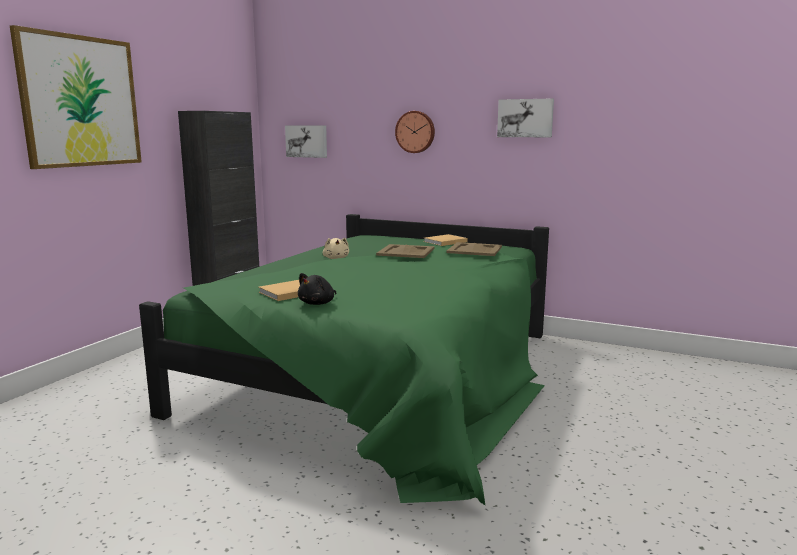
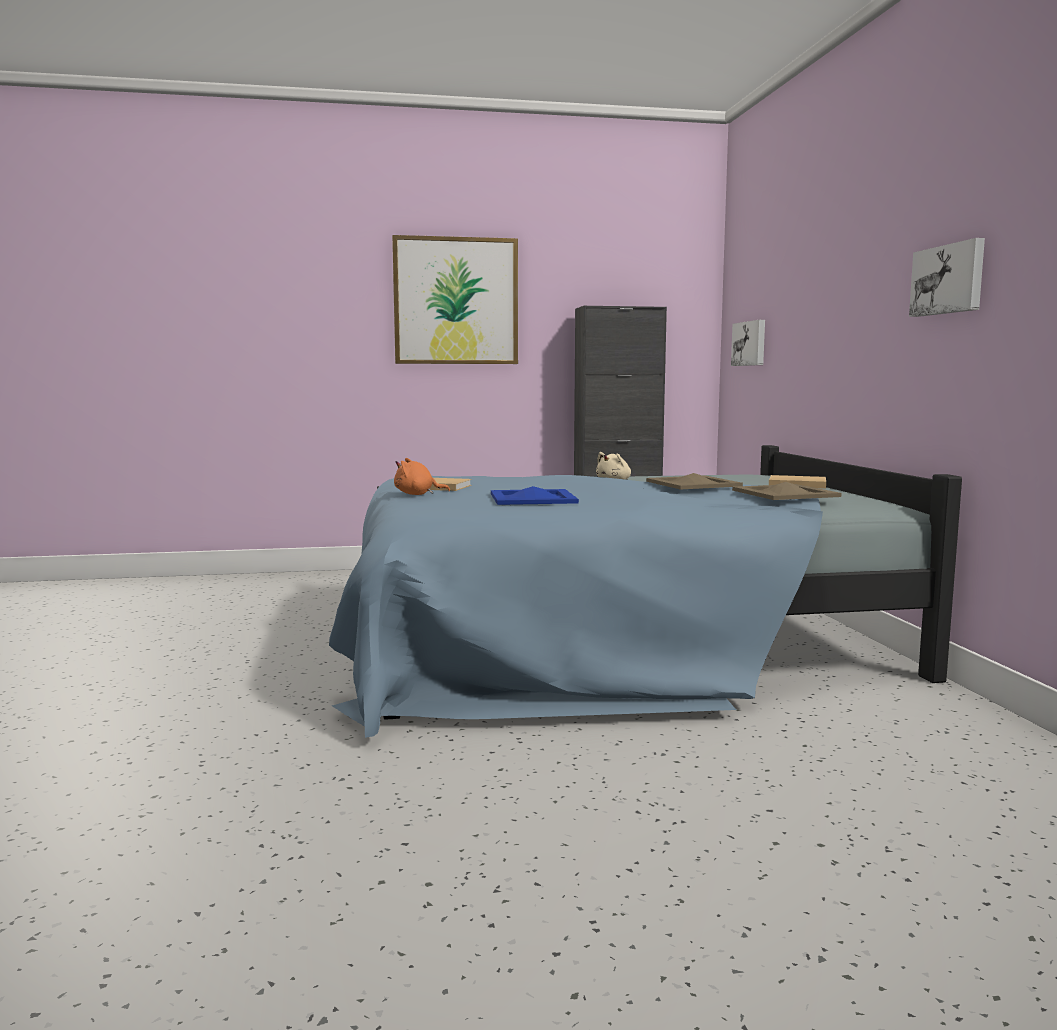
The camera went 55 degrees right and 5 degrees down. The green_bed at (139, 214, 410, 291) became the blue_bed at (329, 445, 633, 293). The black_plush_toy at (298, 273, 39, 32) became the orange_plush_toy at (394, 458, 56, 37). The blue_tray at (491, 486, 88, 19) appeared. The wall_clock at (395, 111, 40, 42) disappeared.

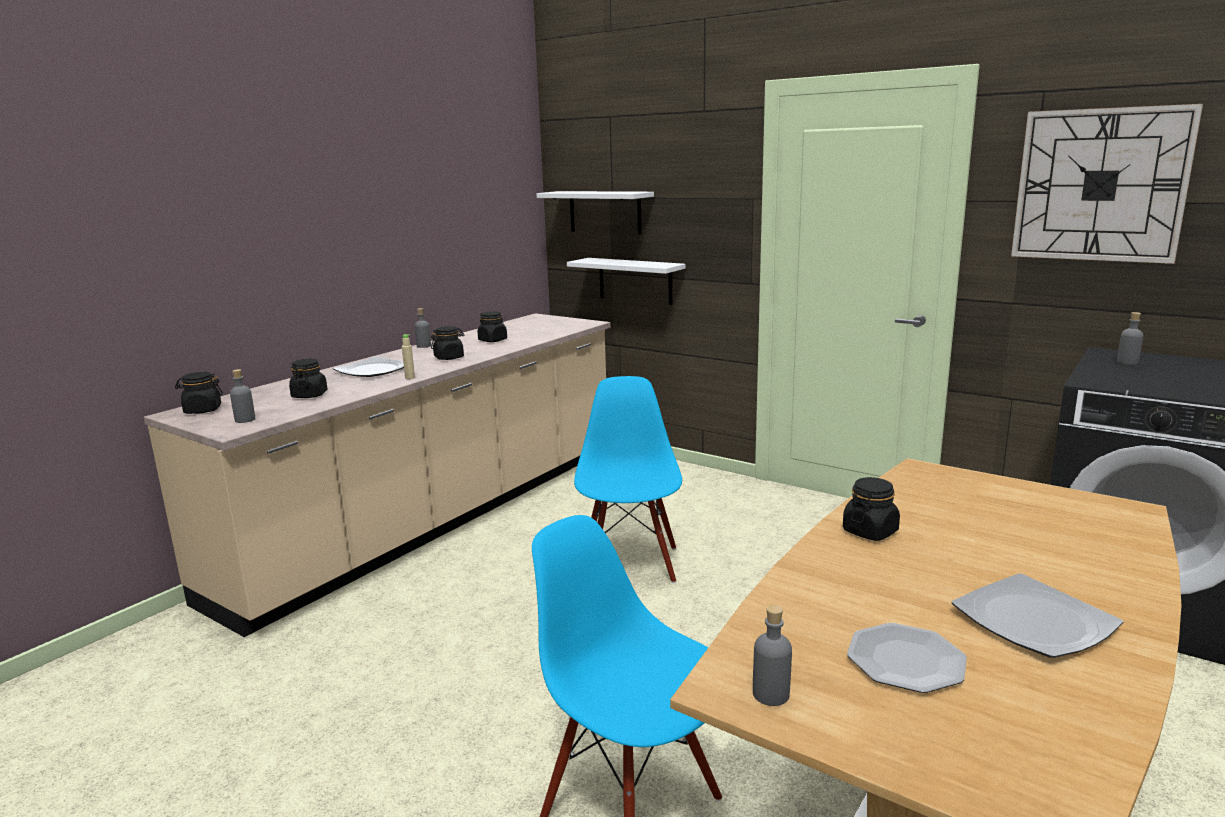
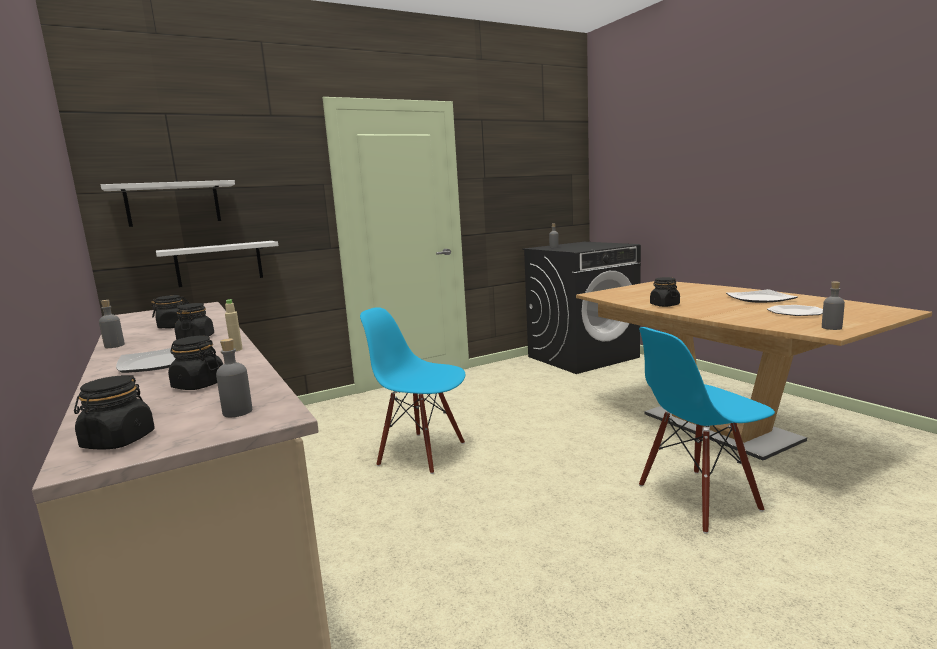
The camera went 65 degrees left and 5 degrees down. The wall_clock at (1011, 104, 192, 160) disappeared.

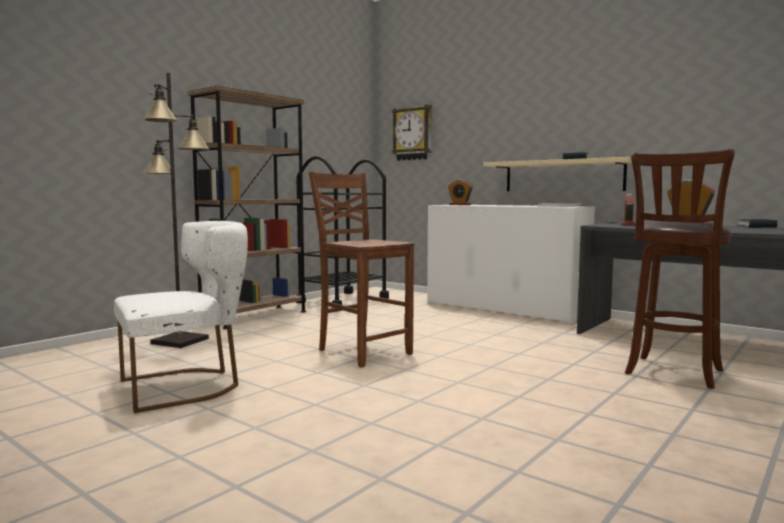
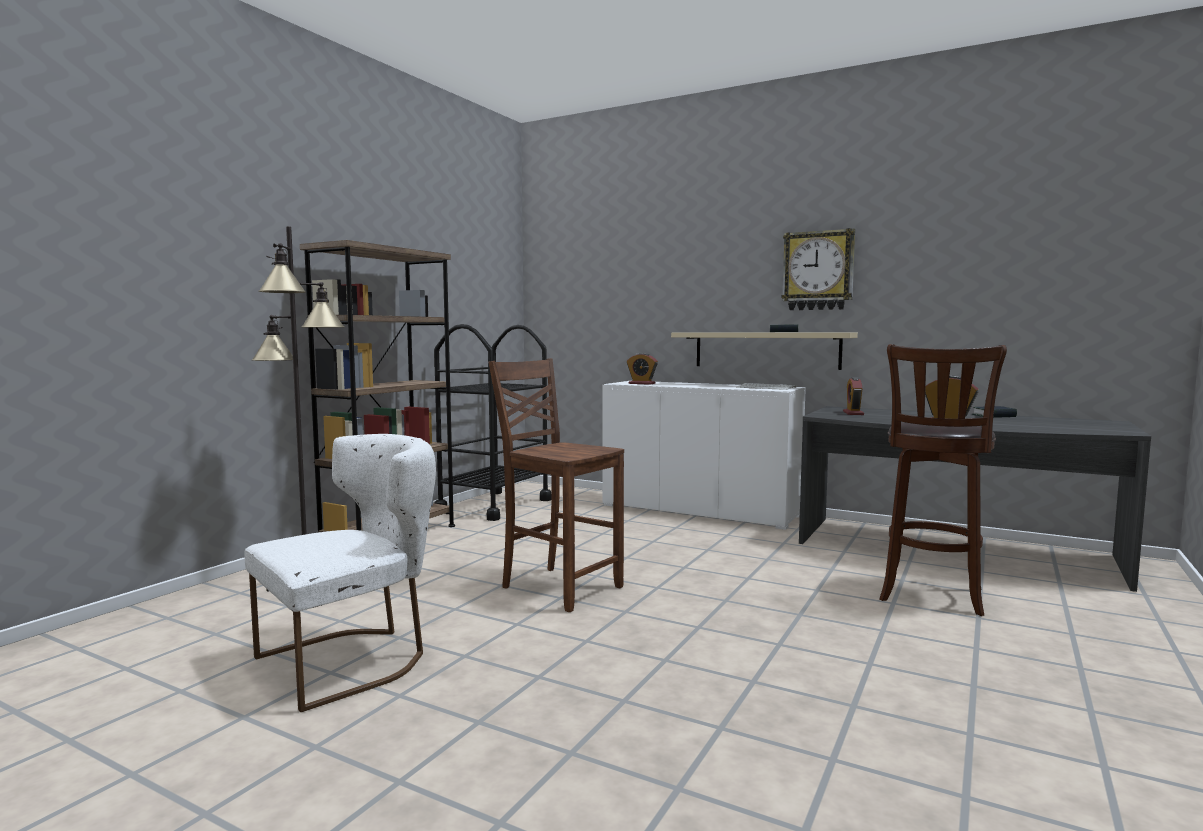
The camera went 10 degrees left and 0 degrees up. The wall_clock moved from (392, 105, 40, 56) to (782, 228, 73, 82).

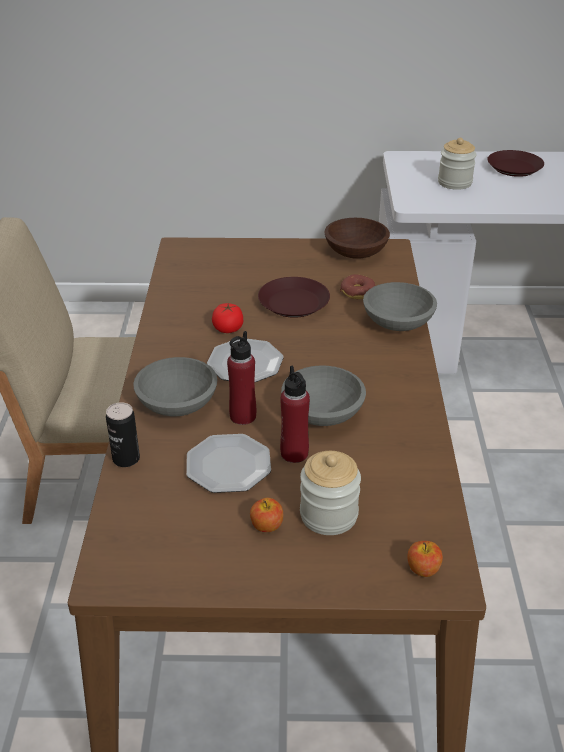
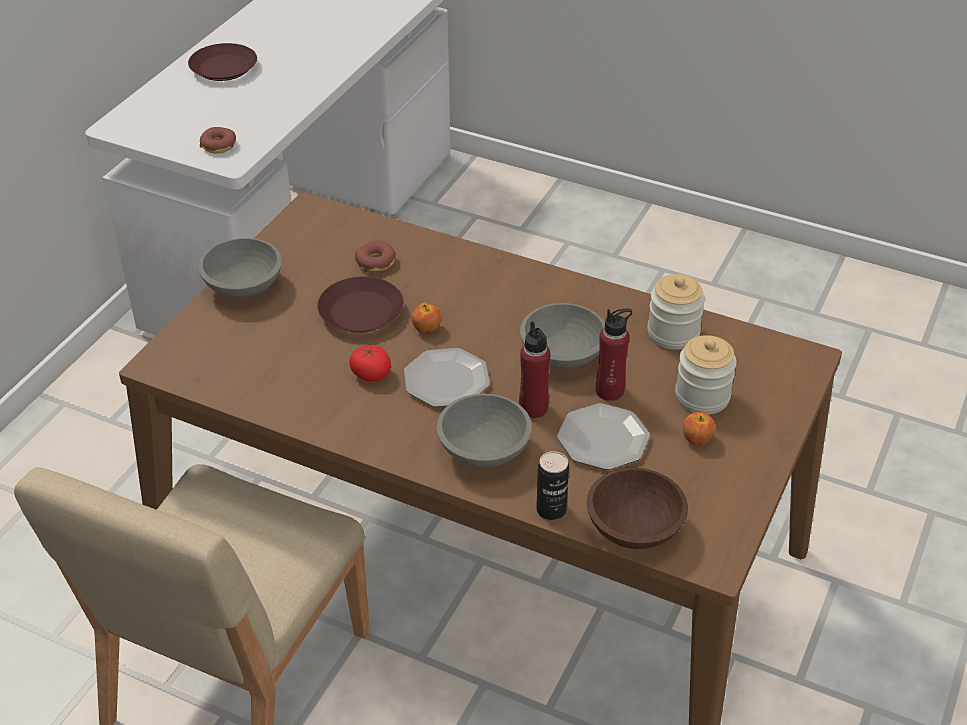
The camera went 65 degrees left and 5 degrees up. The grey_bowl moved from (363, 282, 74, 49) to (198, 238, 84, 60). The donut at (200, 127, 36, 26) appeared. The apple moved from (408, 541, 35, 36) to (411, 303, 30, 30). The brown_bowl moved from (324, 218, 66, 41) to (587, 468, 101, 81). The jar moved from (438, 138, 39, 52) to (647, 274, 58, 76).

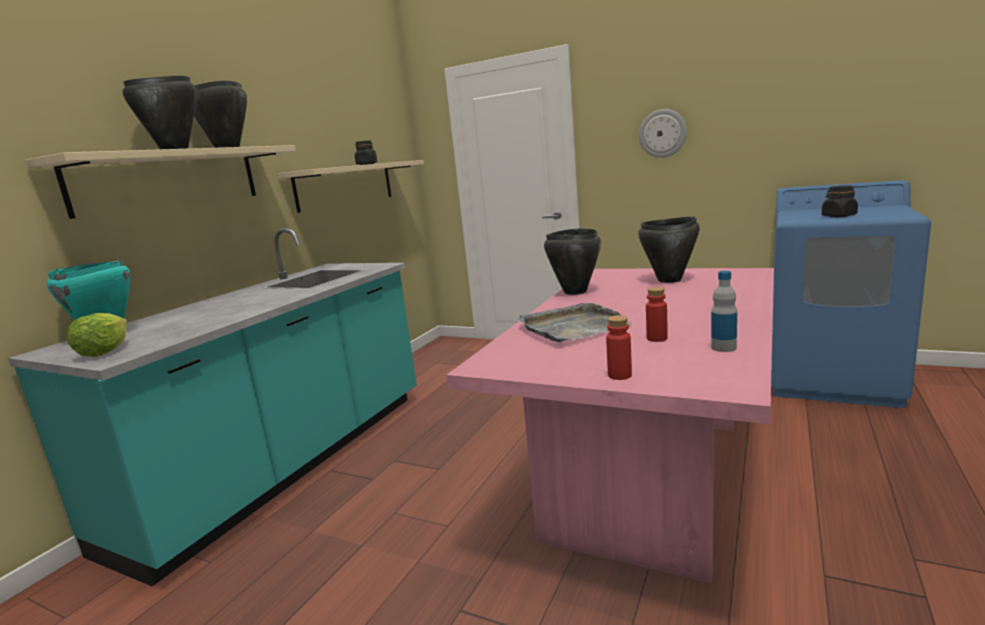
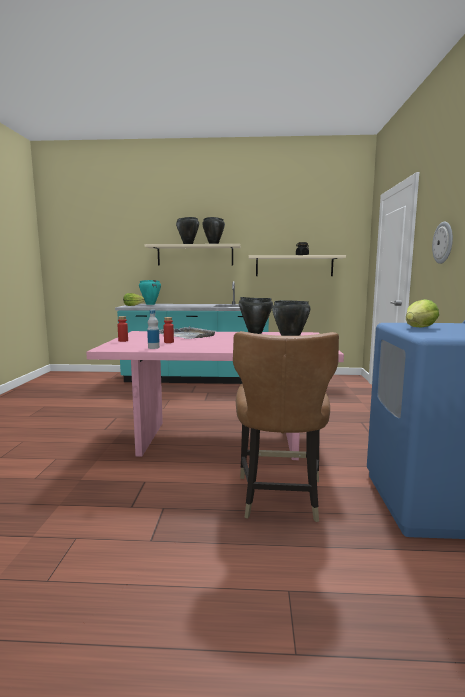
The camera went 65 degrees right and 5 degrees down. The brown_chair at (233, 331, 106, 191) appeared. The black_jar at (822, 186, 36, 31) was replaced by the lettuce at (406, 299, 33, 29).

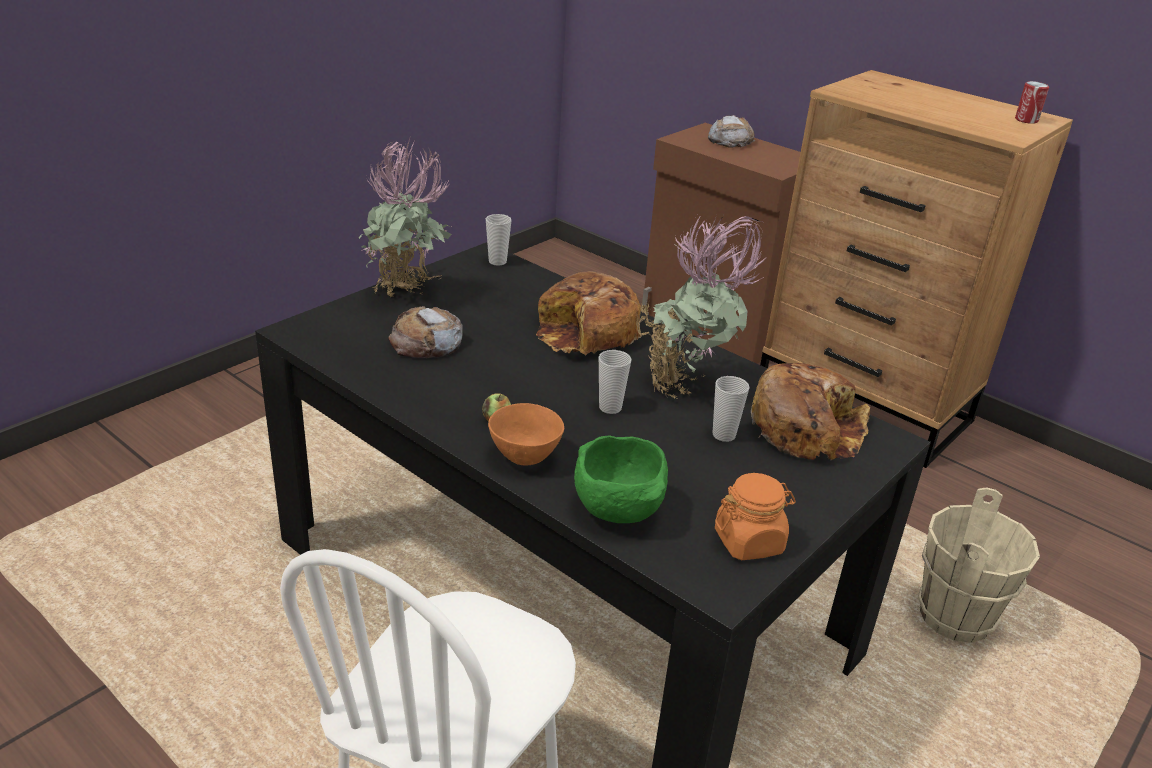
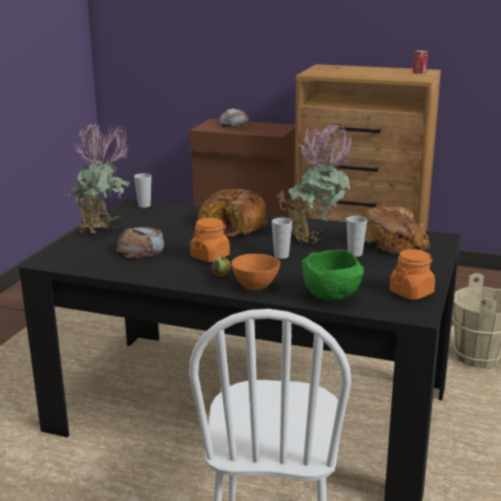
The camera went 20 degrees left and 10 degrees down. The orange_jar at (190, 218, 40, 44) appeared.

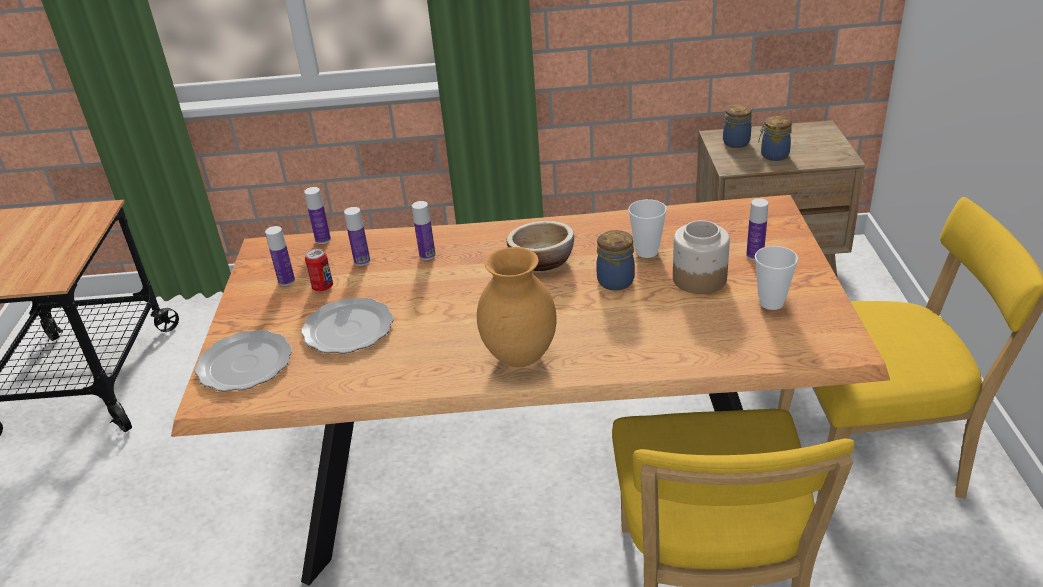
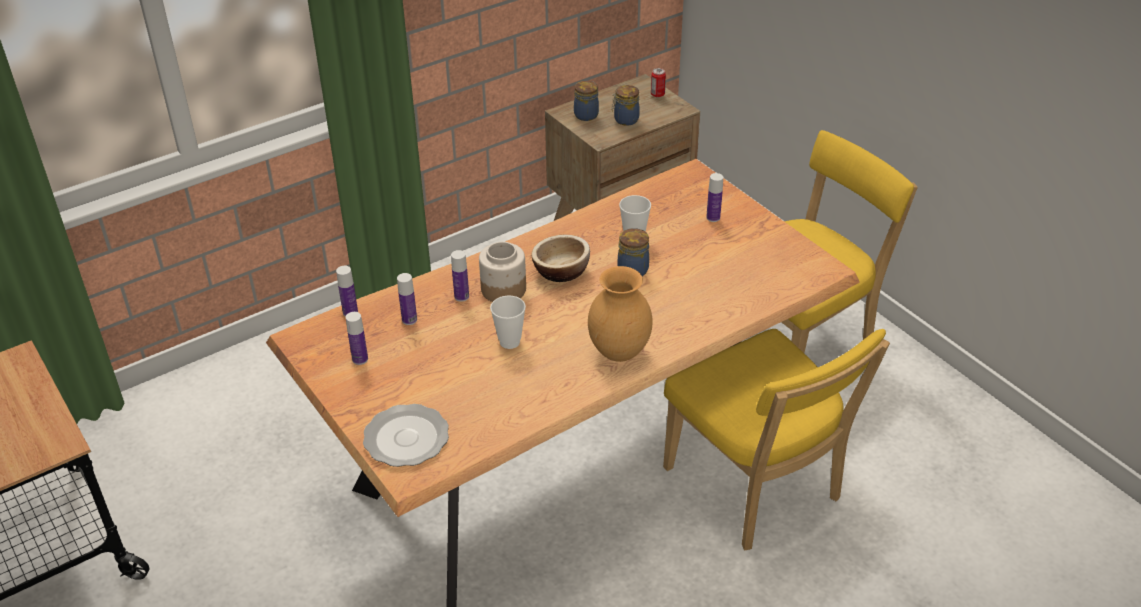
The camera went 35 degrees left and 5 degrees up. The jar moved from (673, 220, 57, 74) to (479, 242, 47, 60). The cup moved from (755, 246, 43, 64) to (490, 296, 36, 53). The can moved from (305, 249, 28, 43) to (651, 68, 15, 29). The plate at (301, 298, 93, 56) disappeared.

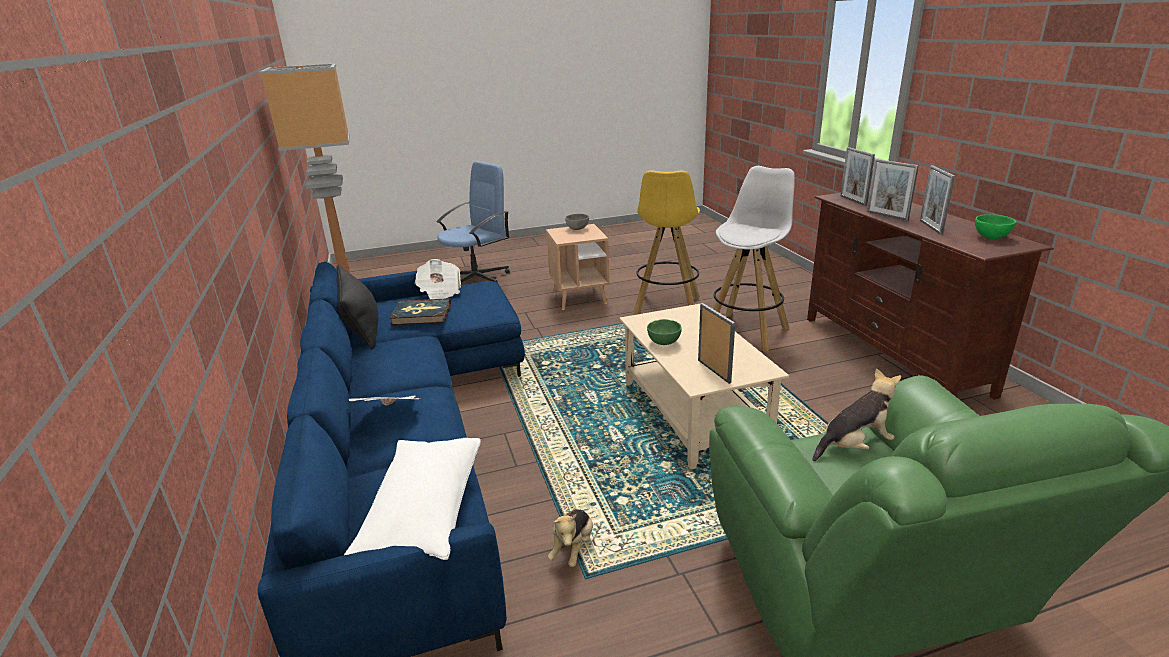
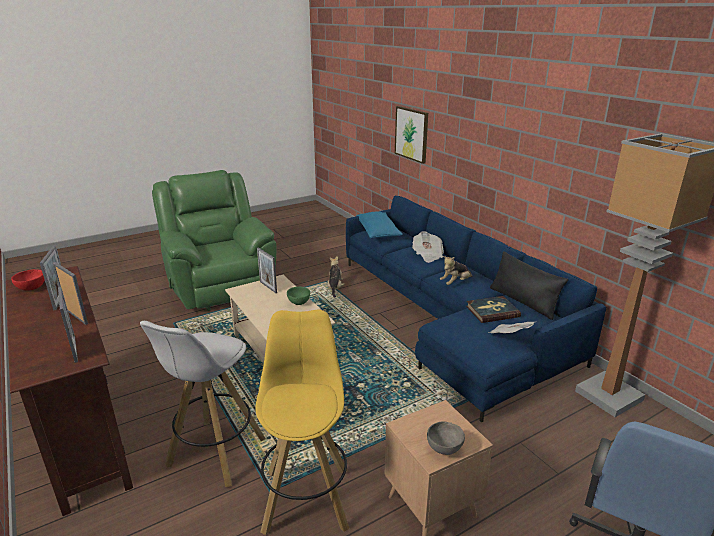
The camera went 165 degrees right and 0 degrees up. The green_bowl at (975, 214, 41, 25) became the red_bowl at (11, 269, 34, 22). The white_pillow at (344, 438, 137, 122) became the blue_pillow at (356, 211, 47, 27). The picture at (395, 106, 33, 58) appeared. The plush_toy moved from (813, 368, 88, 93) to (440, 256, 32, 29).

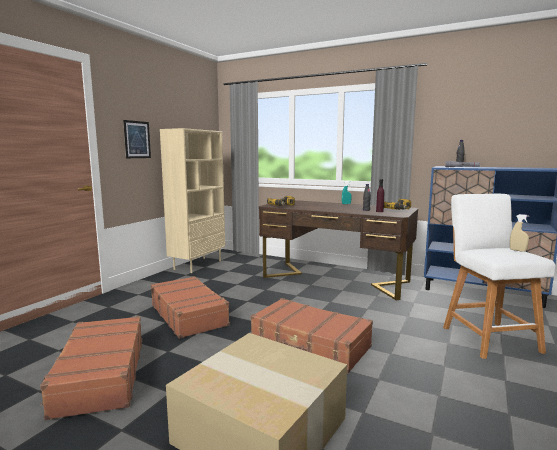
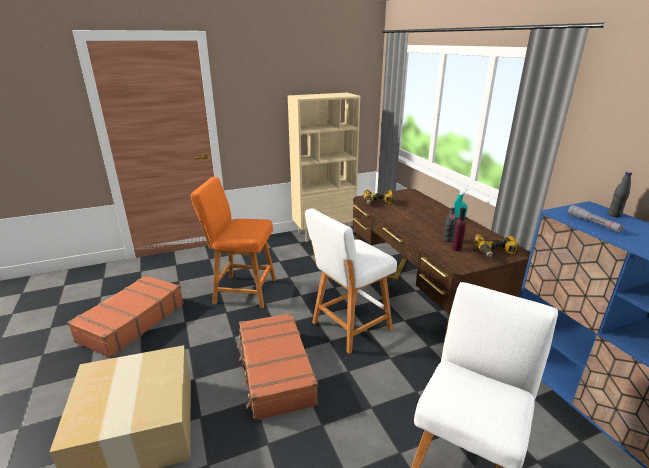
The camera went 40 degrees right and 15 degrees up. The brown_suitcase at (151, 276, 79, 63) was replaced by the orange_stool at (191, 177, 85, 131). The white_stool at (305, 208, 92, 146) appeared. The picture at (123, 120, 28, 38) disappeared. The beige_spray_bottle at (510, 214, 19, 38) disappeared.

